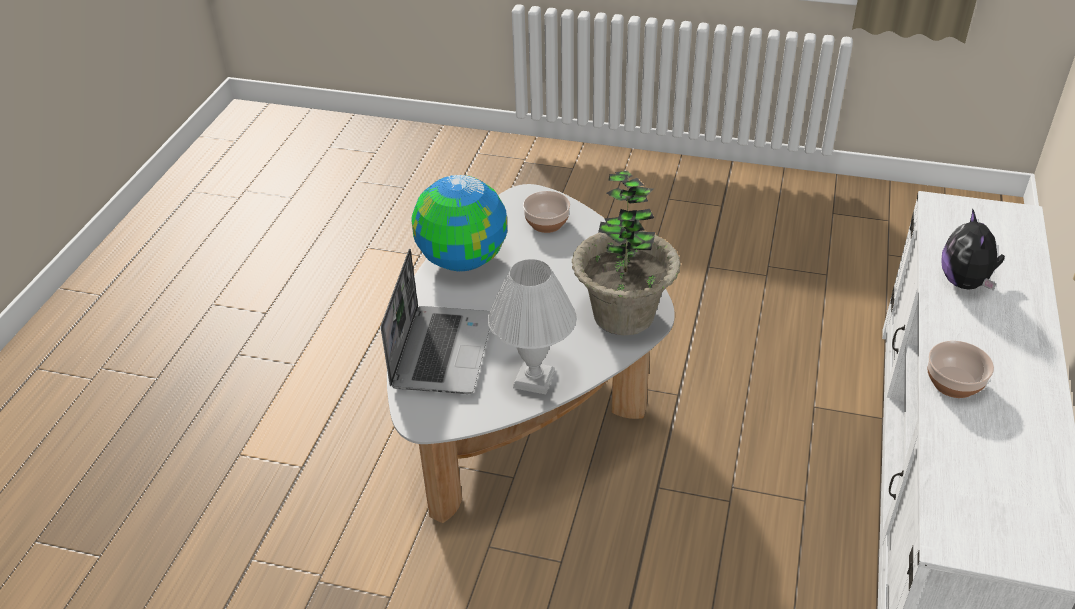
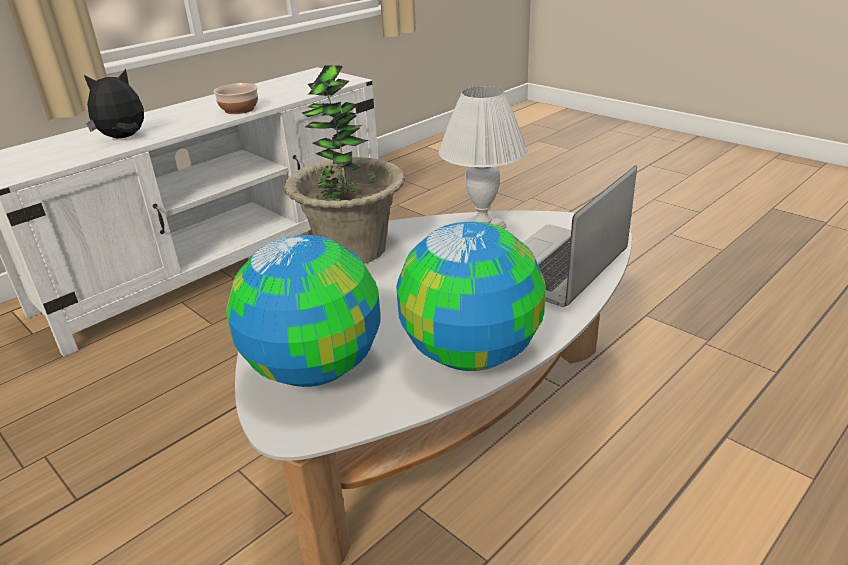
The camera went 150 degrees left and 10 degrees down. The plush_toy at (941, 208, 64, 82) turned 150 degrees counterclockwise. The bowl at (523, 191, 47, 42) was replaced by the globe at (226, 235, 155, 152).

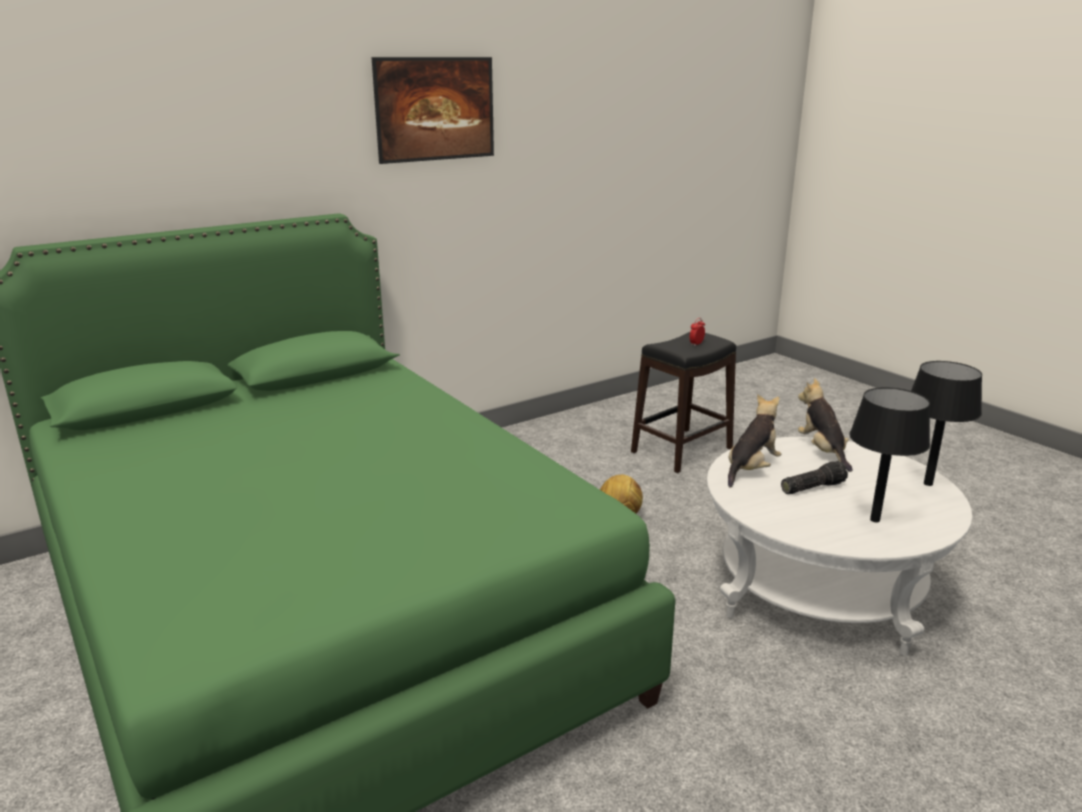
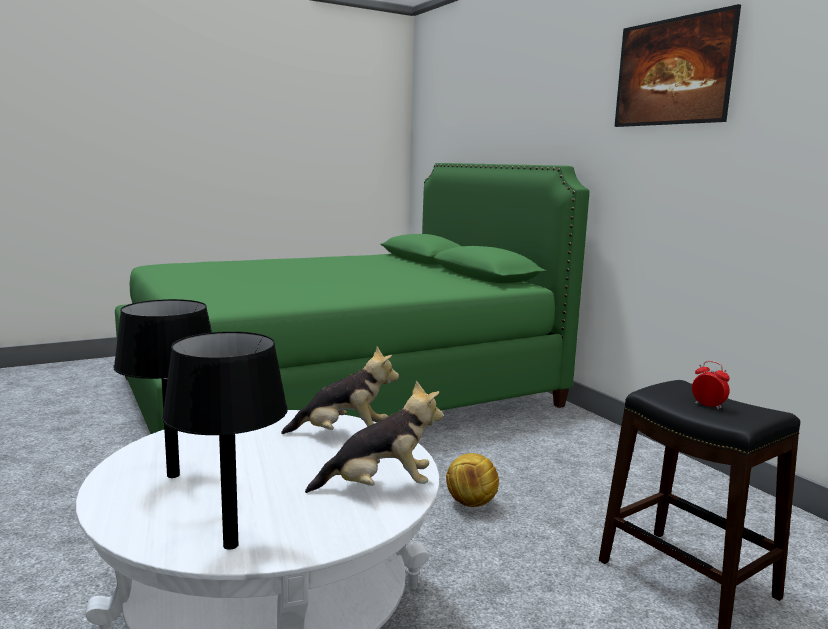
The camera went 95 degrees right and 10 degrees down. The plush_toy at (728, 394, 53, 94) turned 45 degrees counterclockwise. The flashlight at (781, 461, 67, 33) disappeared.

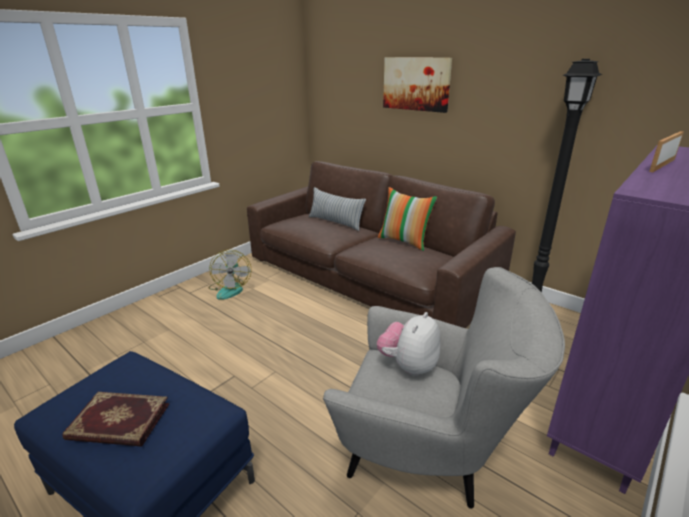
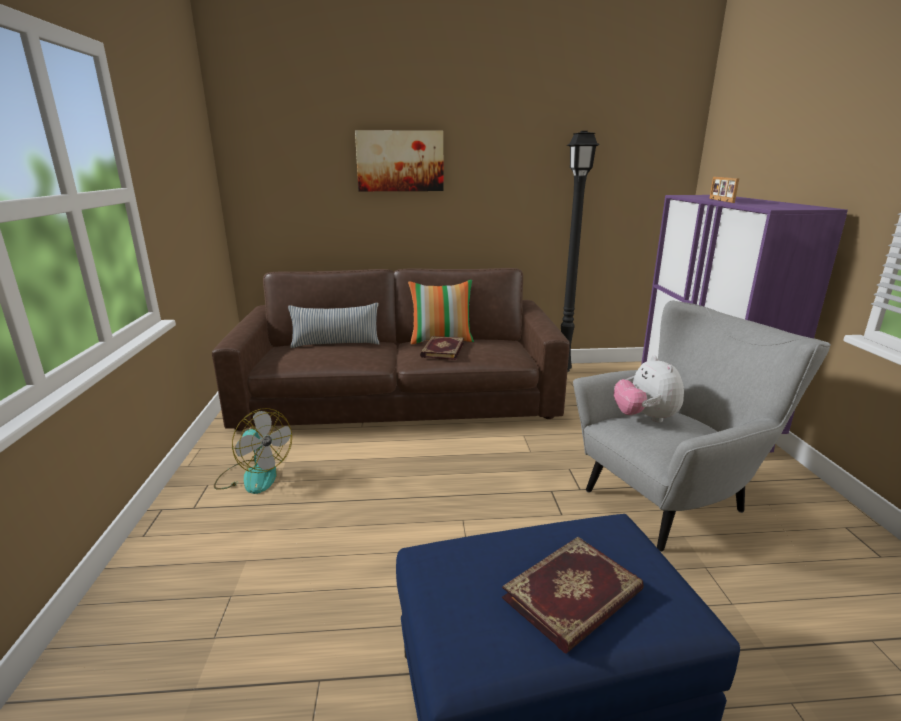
The camera went 45 degrees left and 5 degrees down. The book at (420, 336, 44, 24) appeared.

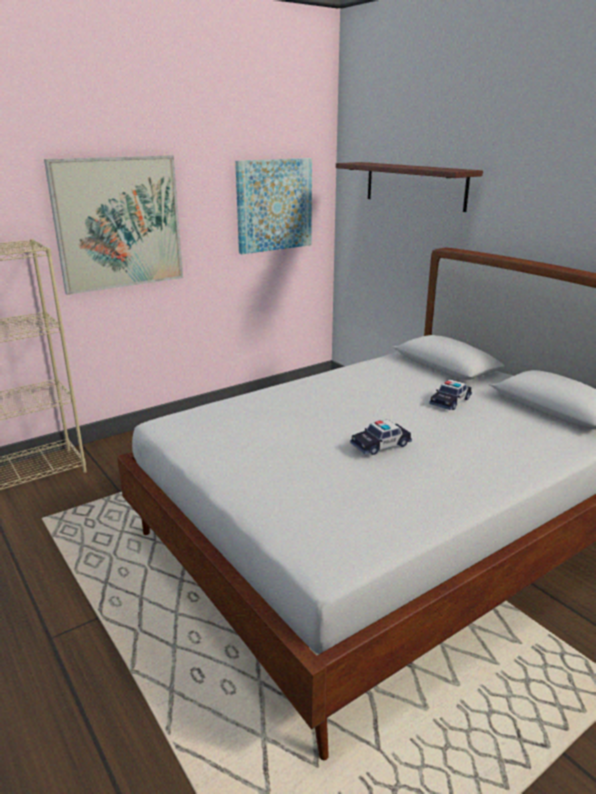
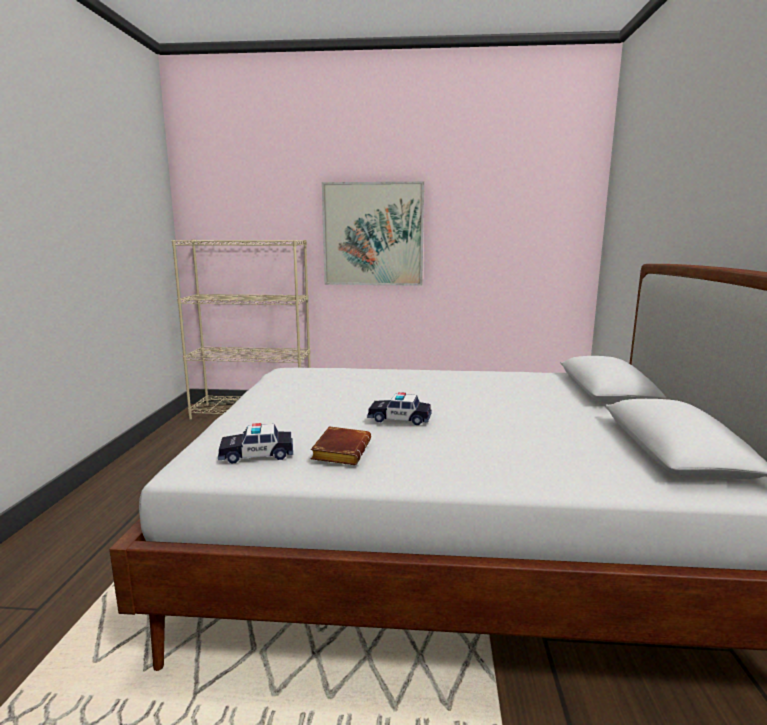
The camera went 40 degrees right and 10 degrees down. The toy_car moved from (429, 379, 43, 31) to (218, 423, 75, 40). The brown_book at (311, 426, 60, 39) appeared. The picture at (235, 158, 77, 96) disappeared. The shelf at (336, 162, 147, 50) disappeared.

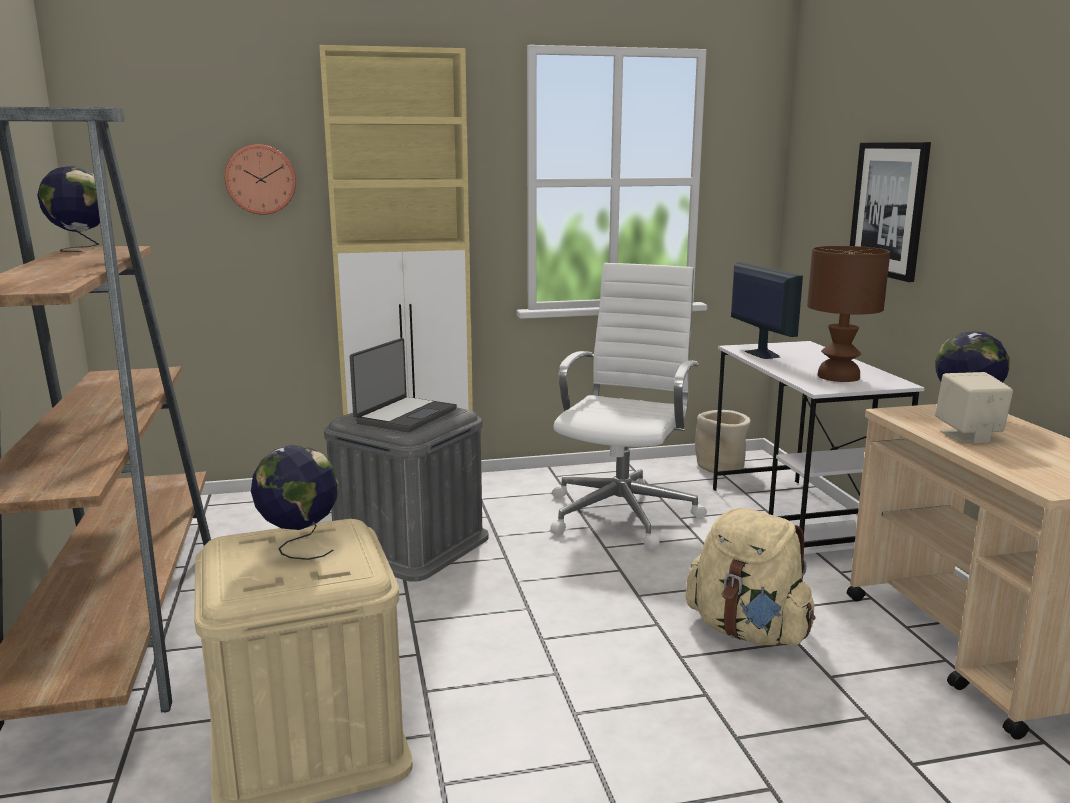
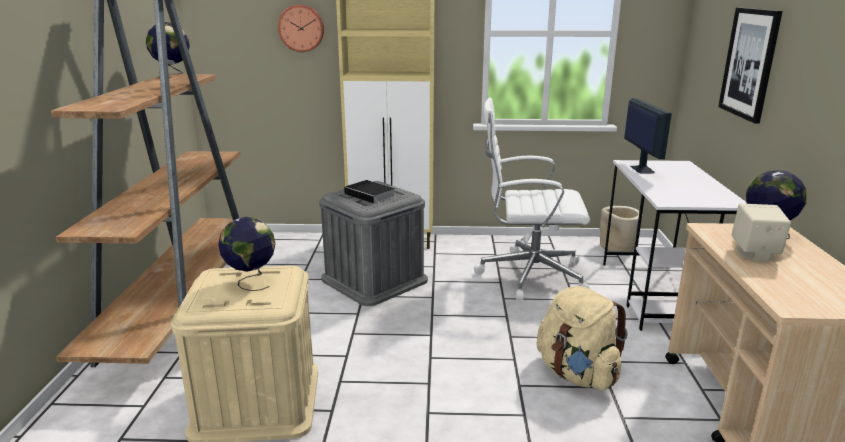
The camera went 15 degrees right and 5 degrees up. The laptop at (350, 338, 107, 94) was replaced by the book at (344, 180, 52, 25). The white_office_chair at (550, 263, 157, 287) turned 120 degrees counterclockwise. The brown_table_lamp at (807, 246, 83, 136) disappeared.

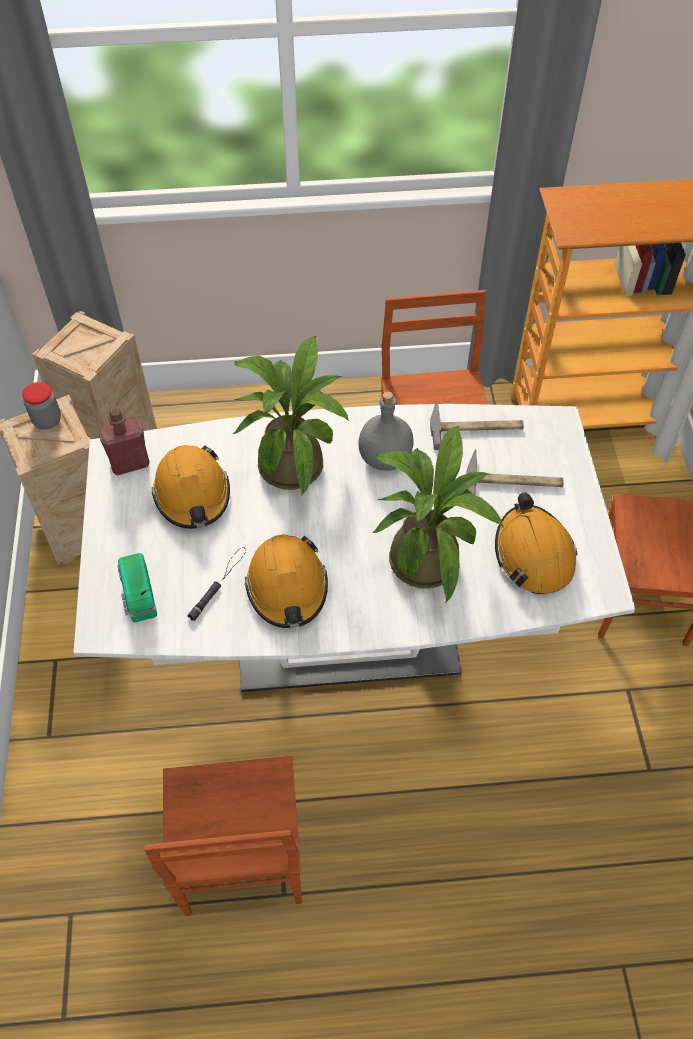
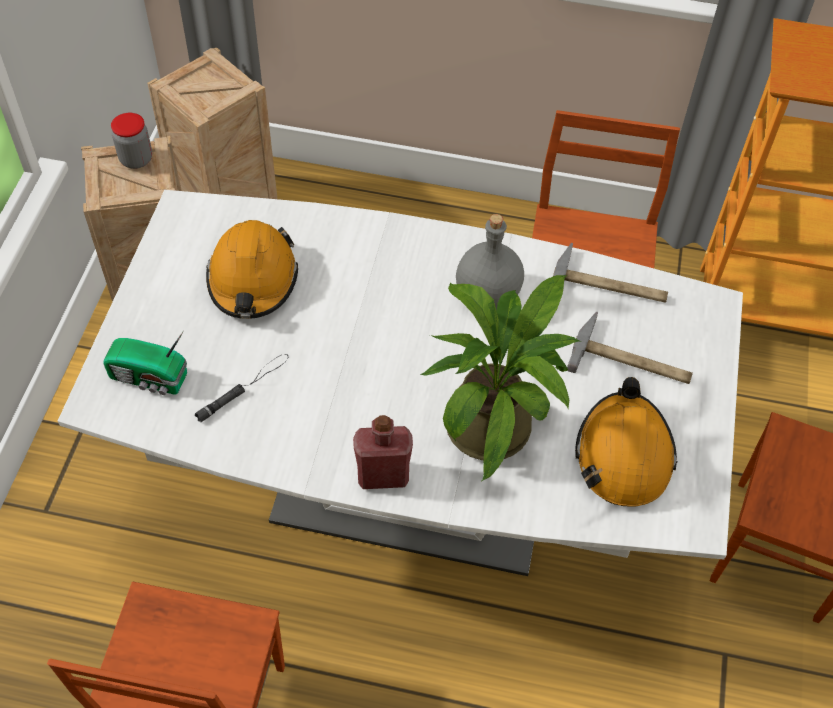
The camera went 15 degrees right and 0 degrees up. The radio at (118, 553, 39, 69) turned 75 degrees counterclockwise. The red_bottle moved from (99, 409, 50, 67) to (353, 415, 60, 74). The potted_plant at (233, 336, 116, 160) disappeared. The orange_hard_hat at (245, 534, 83, 94) disappeared.

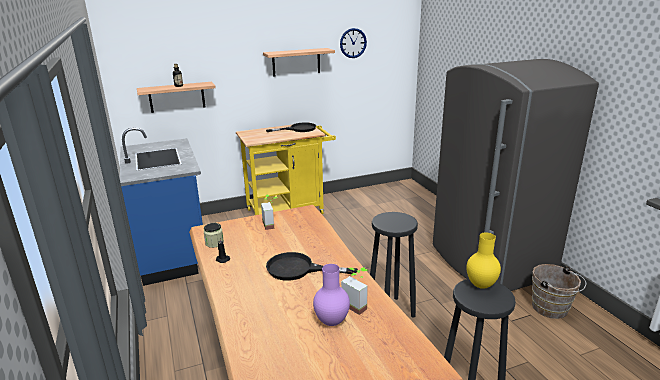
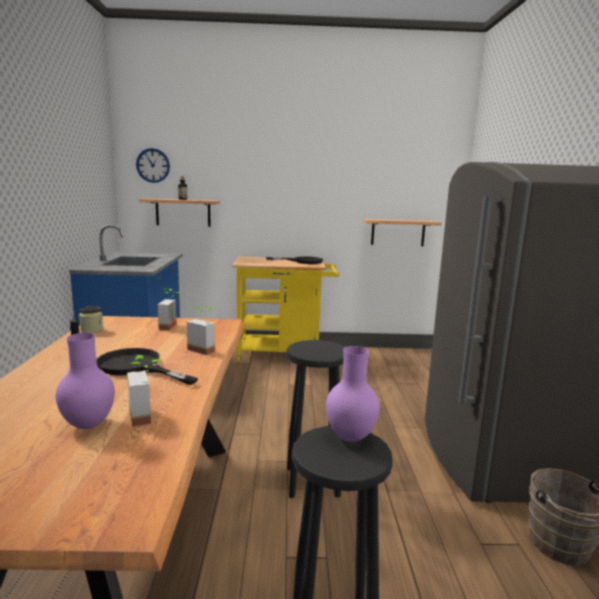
The camera went 20 degrees right and 10 degrees down. The wall_clock moved from (340, 28, 27, 30) to (136, 148, 34, 35). The potted_plant at (187, 307, 28, 48) appeared. The yellow_vase at (466, 232, 35, 57) became the purple_vase at (326, 346, 54, 96). The shelf moved from (263, 48, 72, 29) to (363, 219, 79, 27).

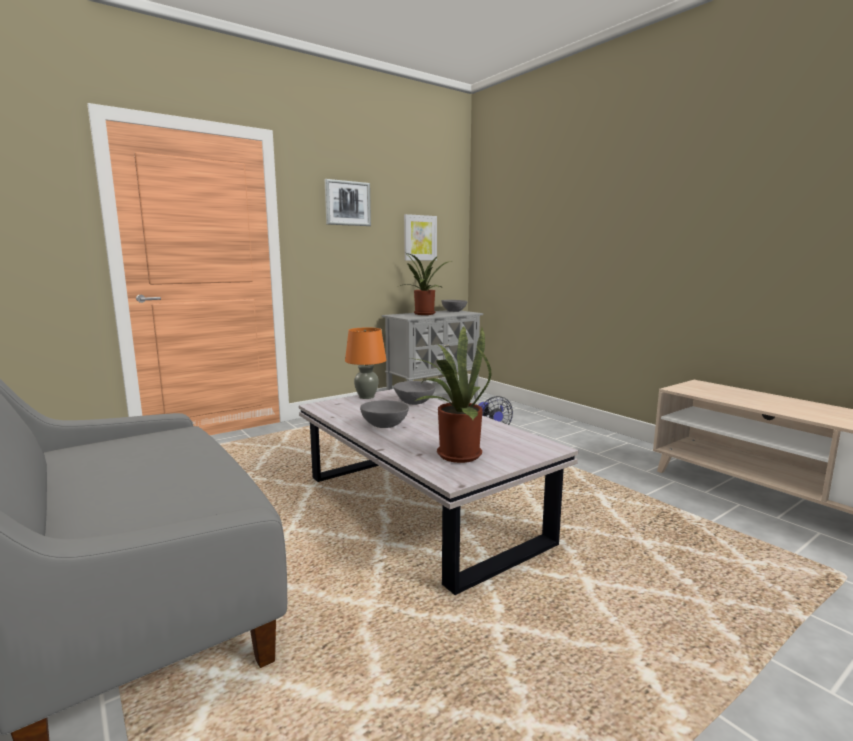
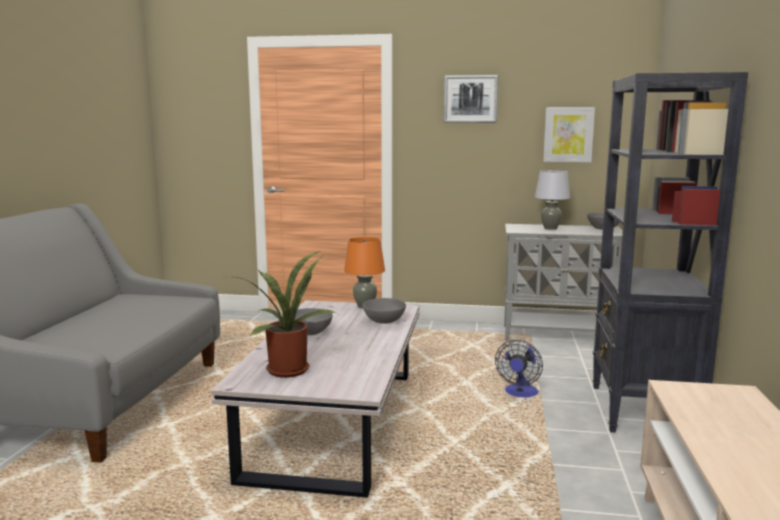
The camera went 45 degrees right and 0 degrees up. The potted_plant at (400, 253, 51, 62) was replaced by the grey_table_lamp at (535, 170, 35, 60). The black_bookcase at (593, 72, 155, 361) appeared.

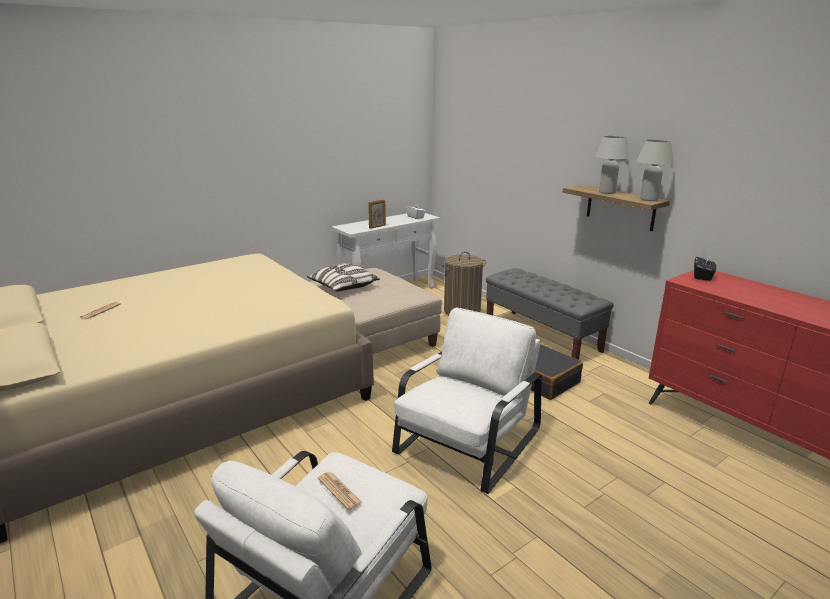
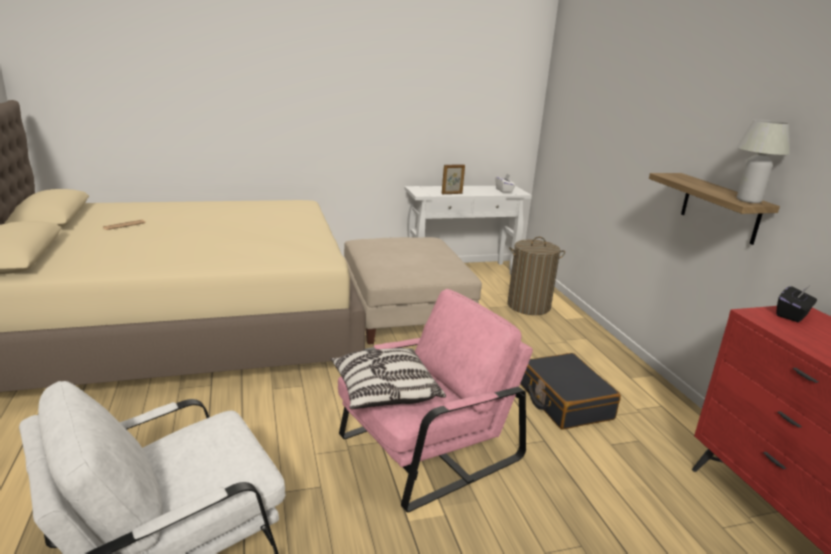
The camera went 20 degrees right and 0 degrees up. The pillow moved from (307, 264, 73, 27) to (331, 348, 115, 61). The white_armchair at (392, 307, 150, 187) became the pink_armchair at (338, 289, 195, 224). The newspaper at (318, 472, 44, 38) disappeared. The grey_bench at (486, 268, 128, 92) disappeared. The white_table_lamp at (595, 136, 34, 58) disappeared.

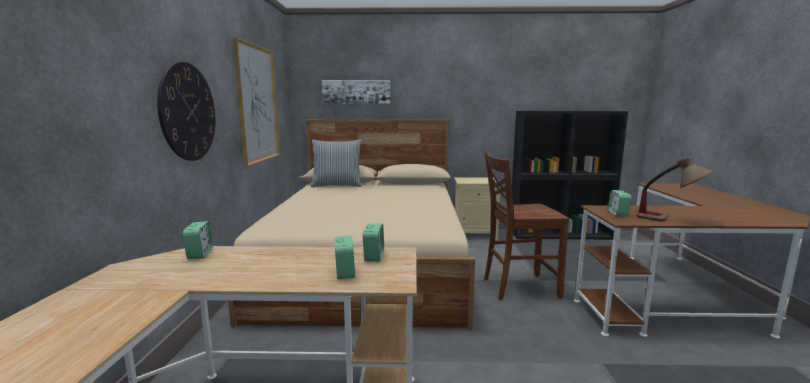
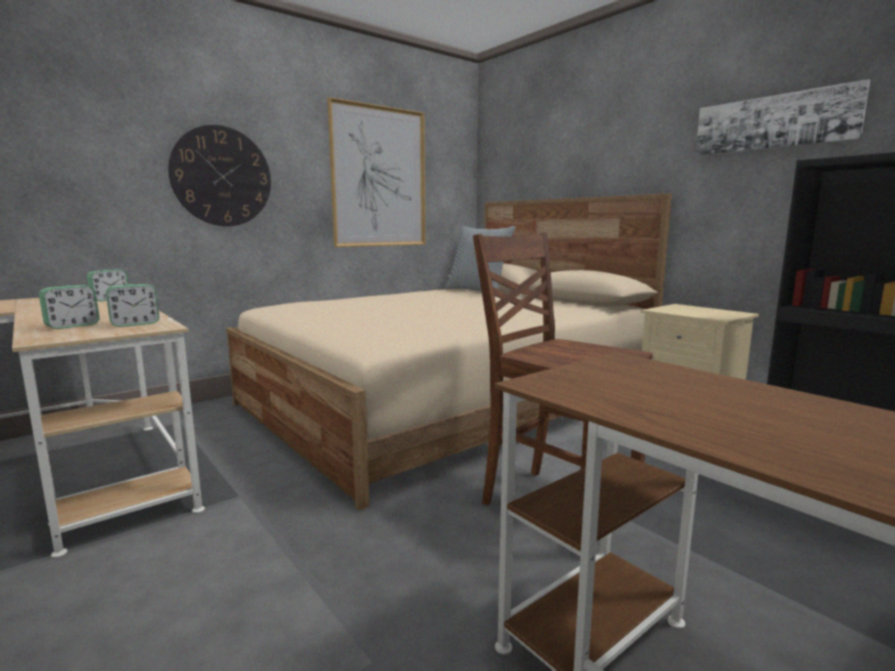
The camera went 50 degrees right and 0 degrees up. The picture moved from (322, 80, 69, 24) to (695, 79, 175, 77). The alarm_clock at (608, 190, 24, 26) disappeared. The table_lamp at (636, 157, 78, 64) disappeared.

